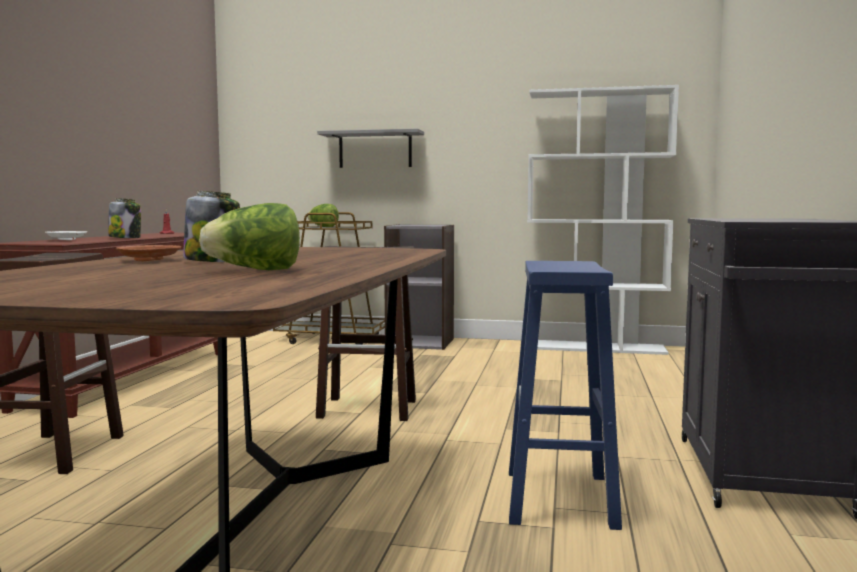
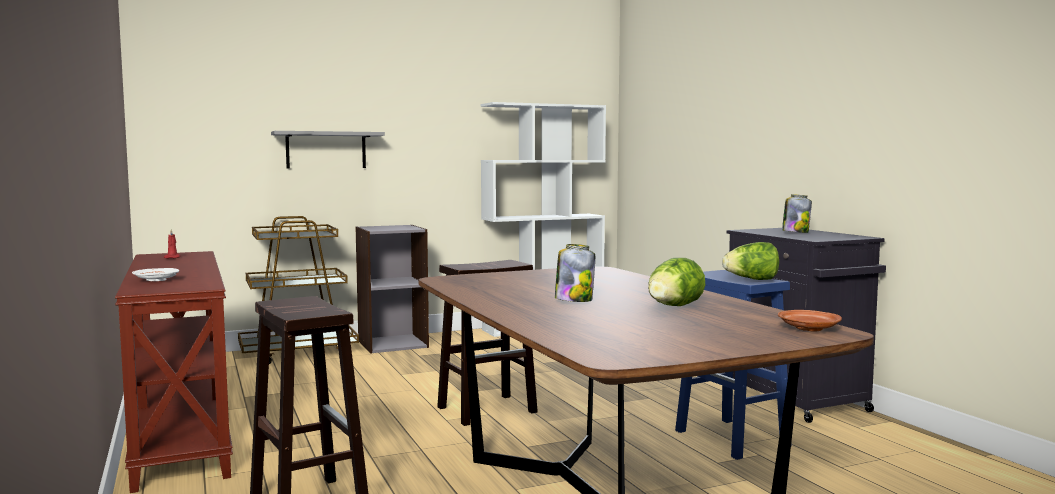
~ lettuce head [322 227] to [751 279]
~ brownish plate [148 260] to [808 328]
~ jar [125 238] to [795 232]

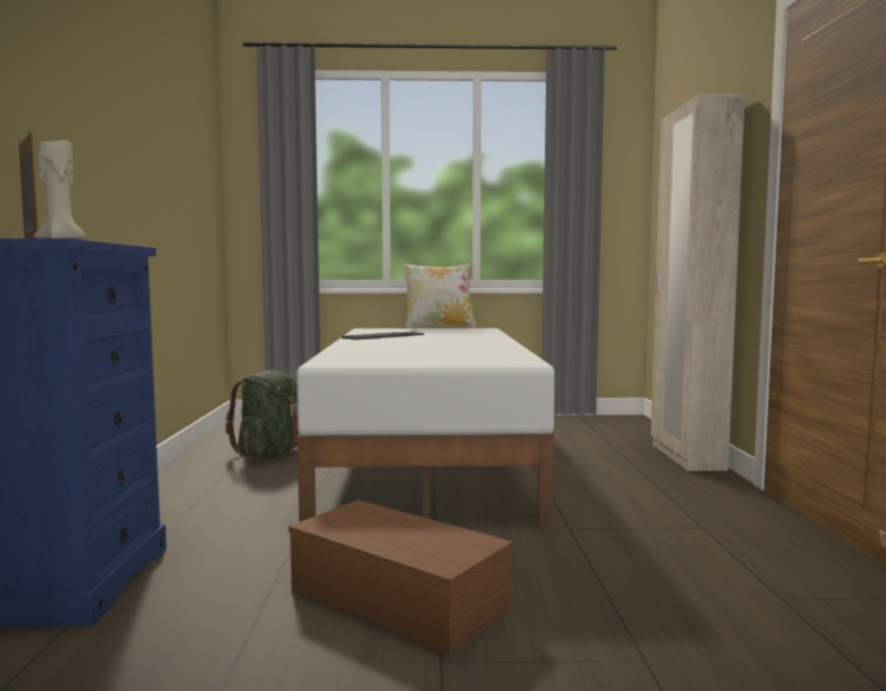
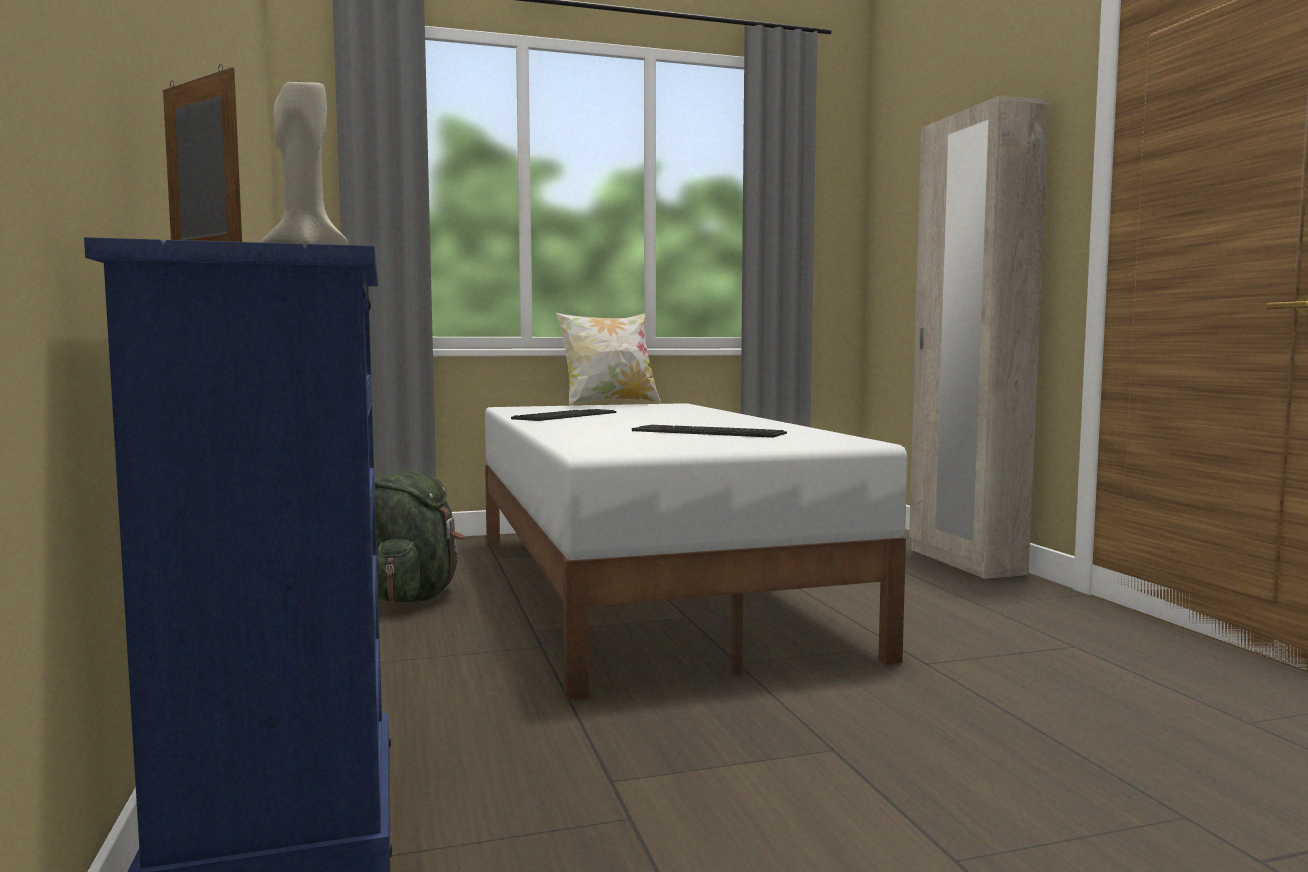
+ keyboard [708 432]
- brownish storage container [393 599]

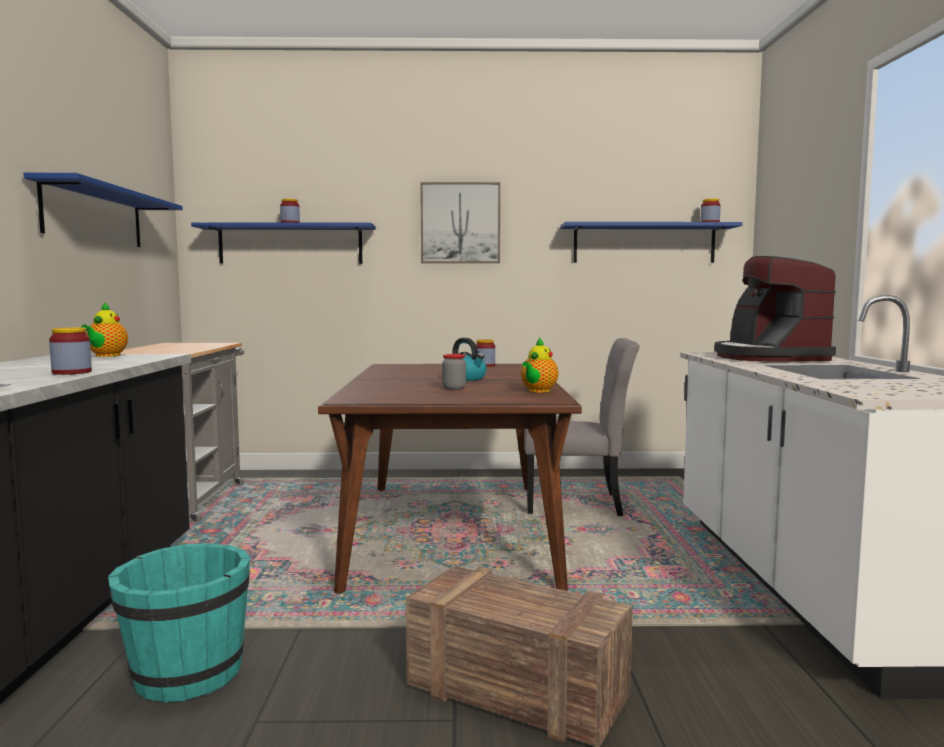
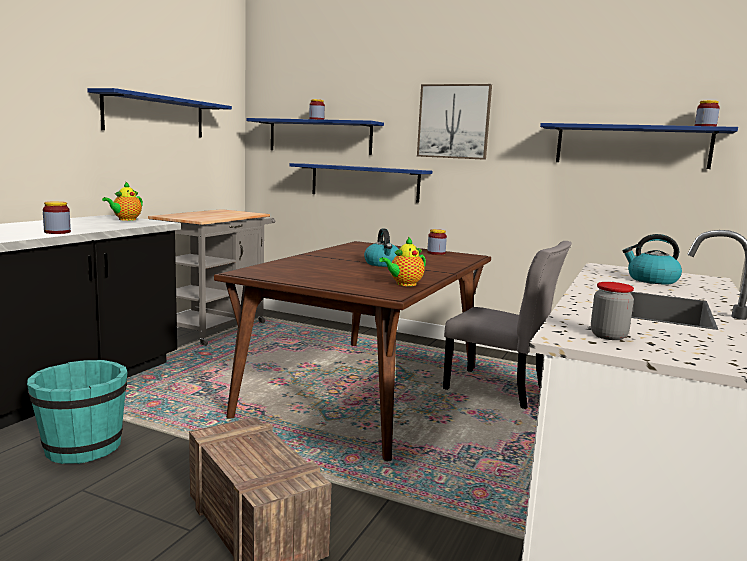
+ bluish shelf [364 182]
~ jar [454 388] to [608 336]
~ coffee machine [768 357] to tea kettle [651 280]

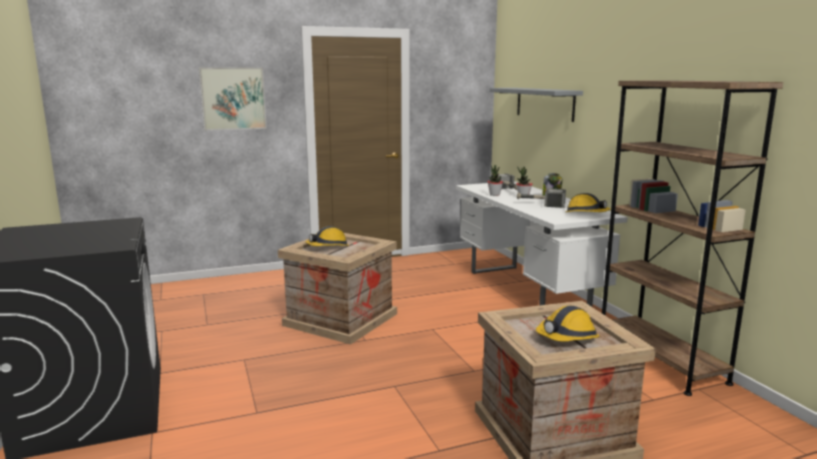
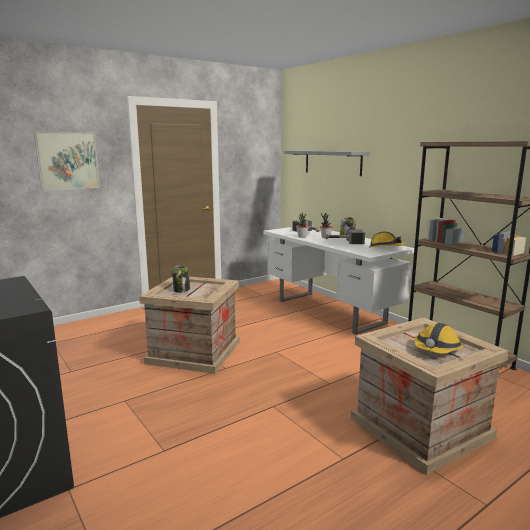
~ hard hat [328 247] to jar [181 290]

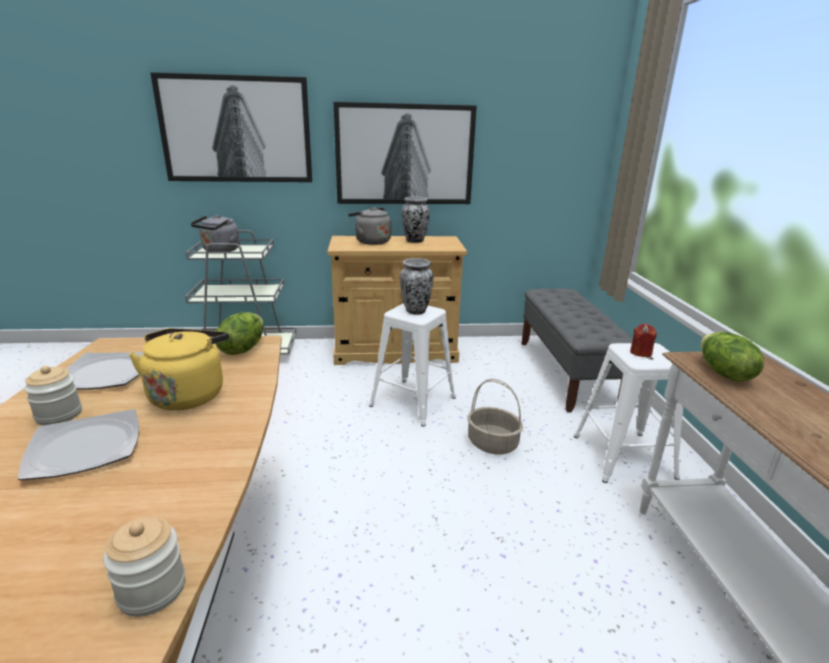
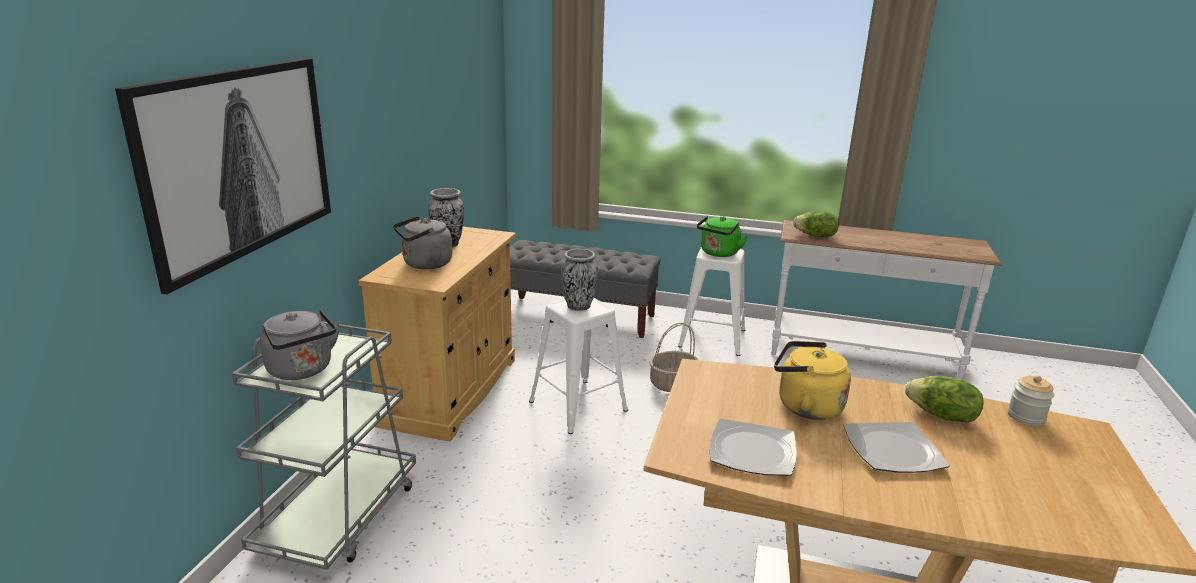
~ red candle [640 352] to green-coloured tea kettle [718 253]
~ lettuce head [242 349] to [942 416]
- jar [59 415]
- picture [405 155]

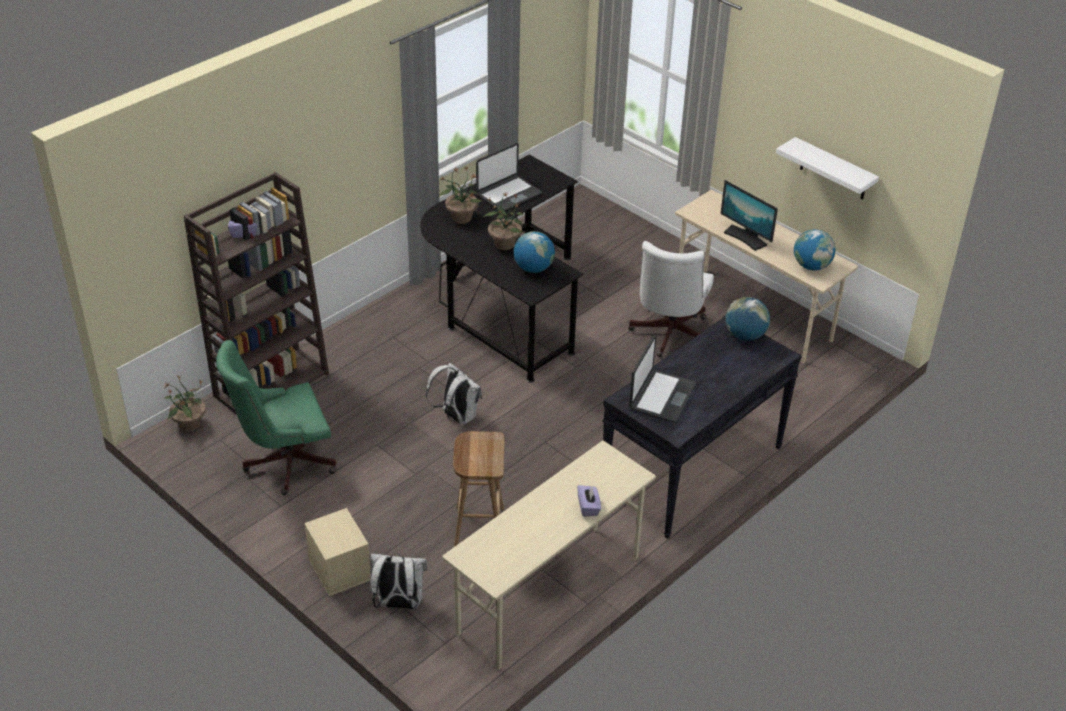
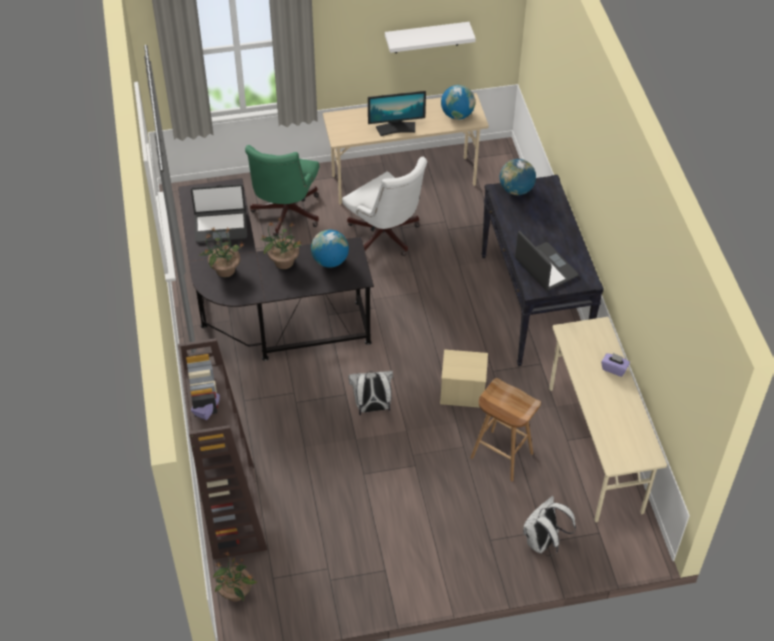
~ notebook computer [508 194] = [220 226] 90 degrees clockwise
~ green-coloured desk chair [284 462] to [285 215]
~ sand-coloured storage container [338 569] to [462 392]

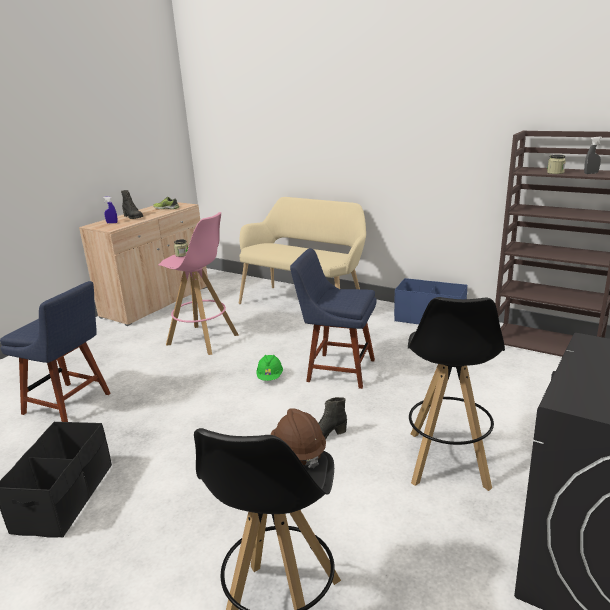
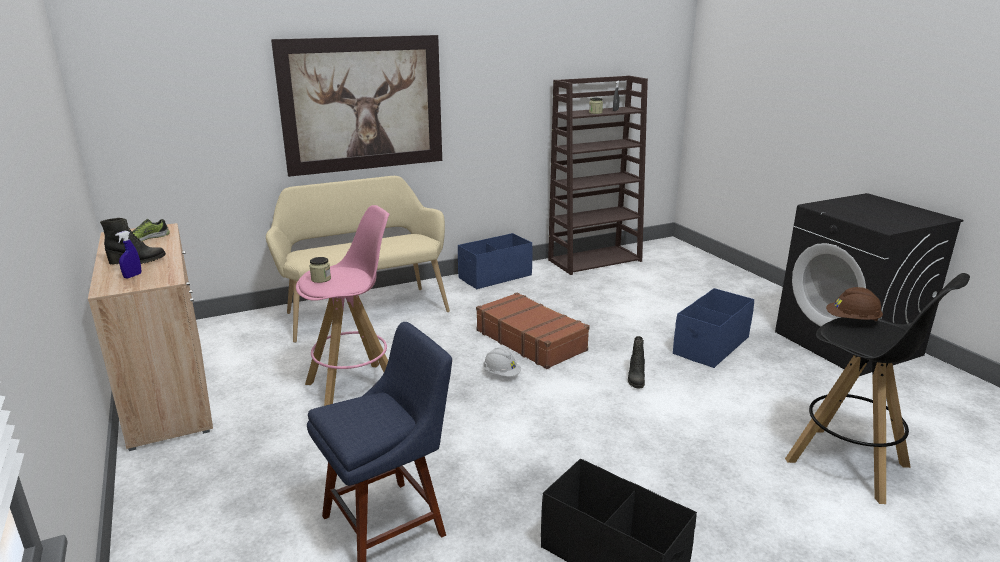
+ picture [363 104]
~ bluish chair [337 370] to brownish suitcase [531 340]
~ green-coloured hard hat [270 377] to white-coloured hard hat [501 374]
~ black-coloured stool seat [448 460] to bluish storage container [710 345]

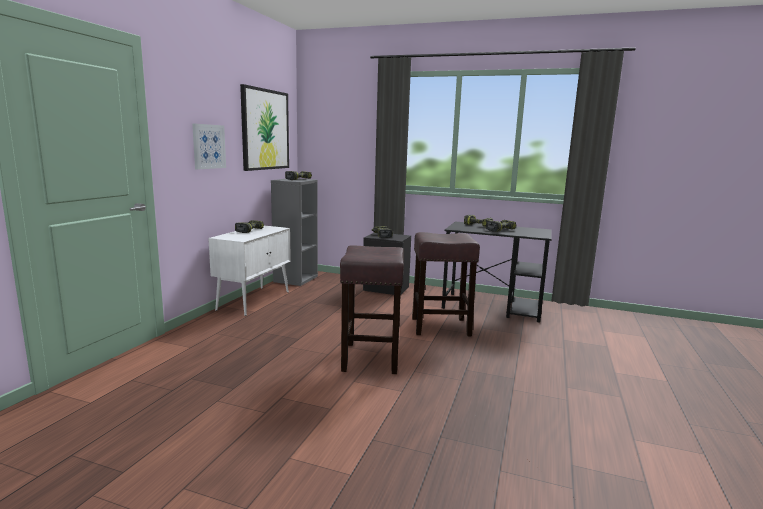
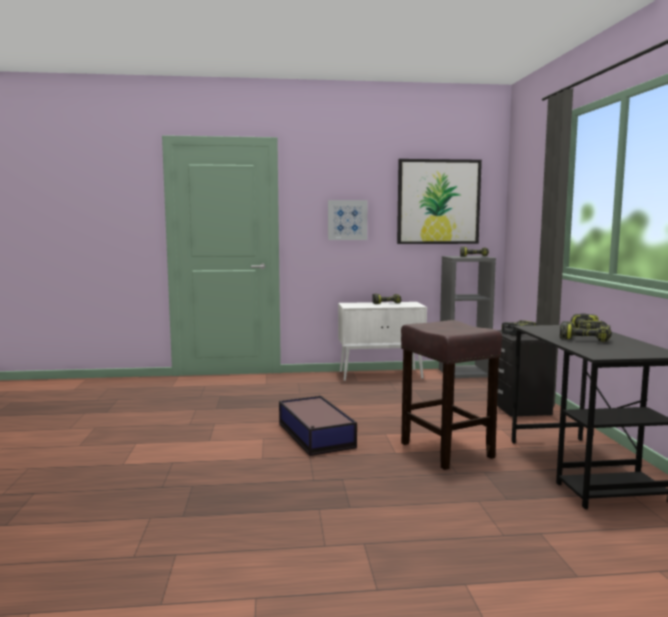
~ brownish stool seat [371 358] to storage container [315 435]

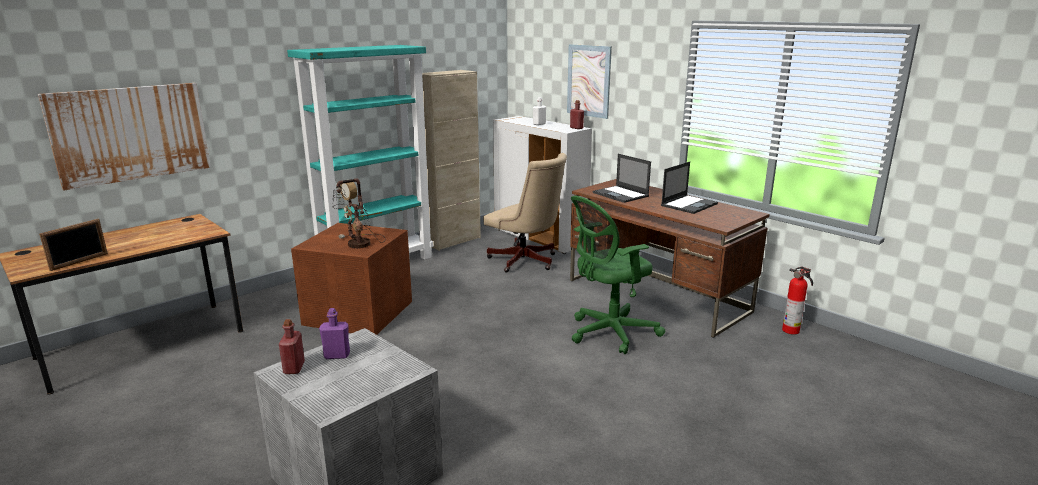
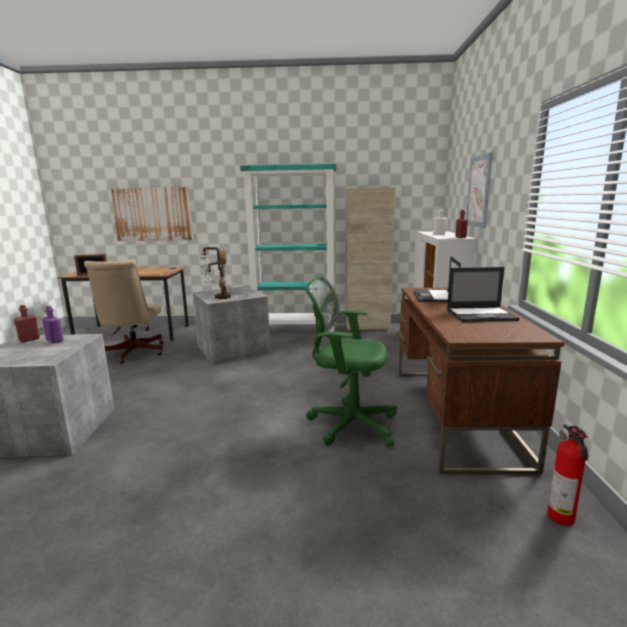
~ sand-coloured desk chair [526 262] to [132 354]
~ brownish storage container [358 312] to grey storage container [233 349]

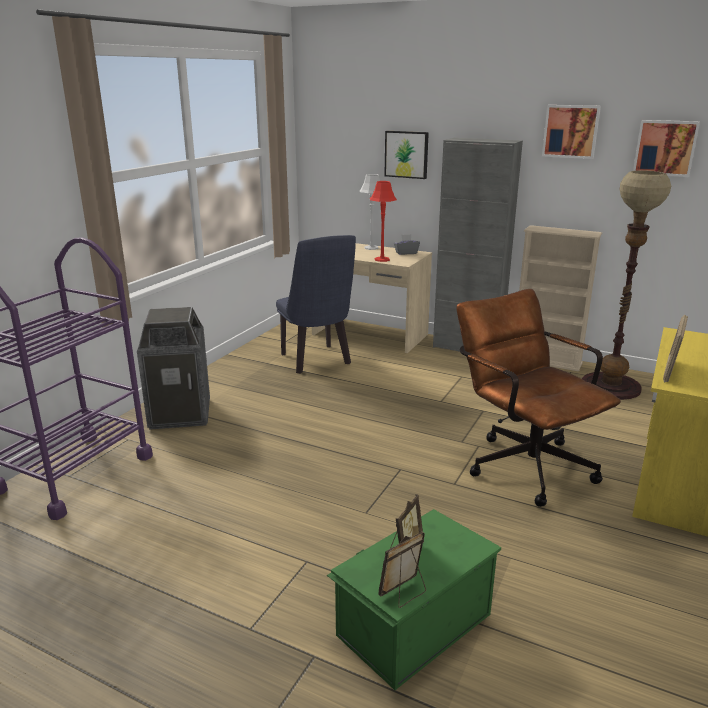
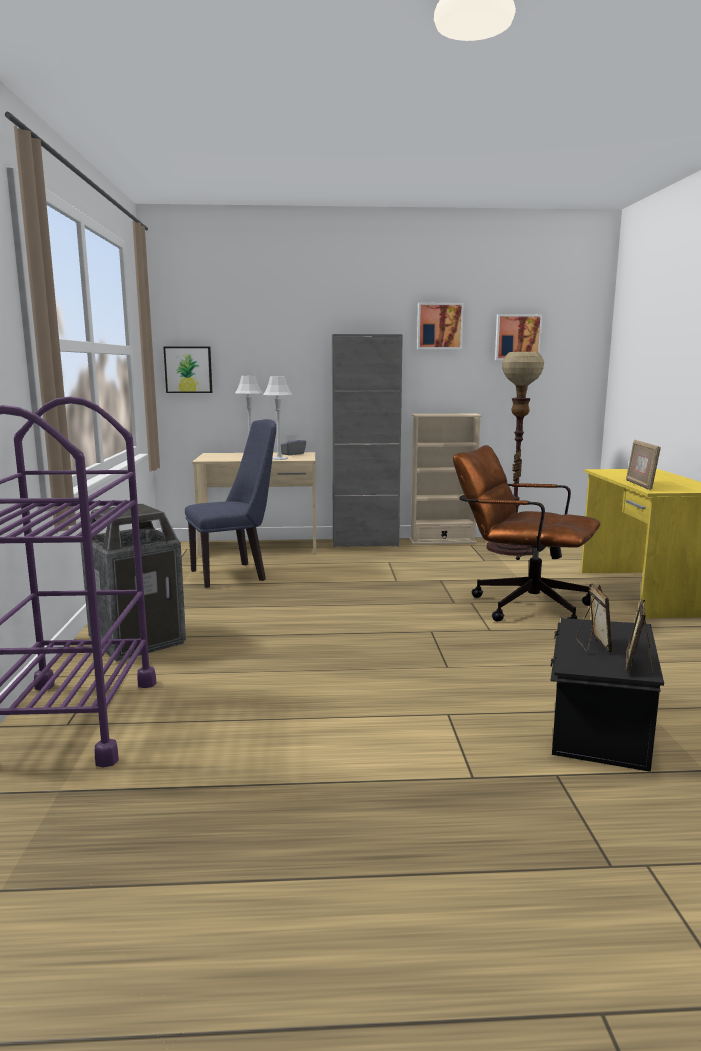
~ picture [406 154] to [188 369]
~ bluish chair [317 361] = [235 574] 60 degrees counterclockwise
~ red tabletop lamp [382 259] to grey tabletop lamp [279 458]
~ green-coloured storage container [412 624] to black-coloured storage container [596 726]

